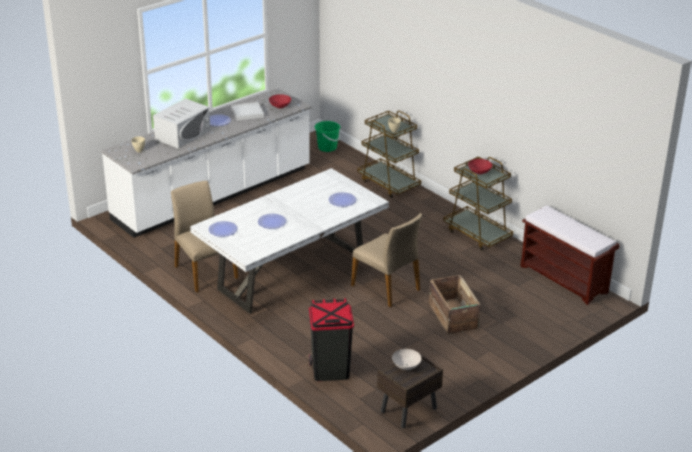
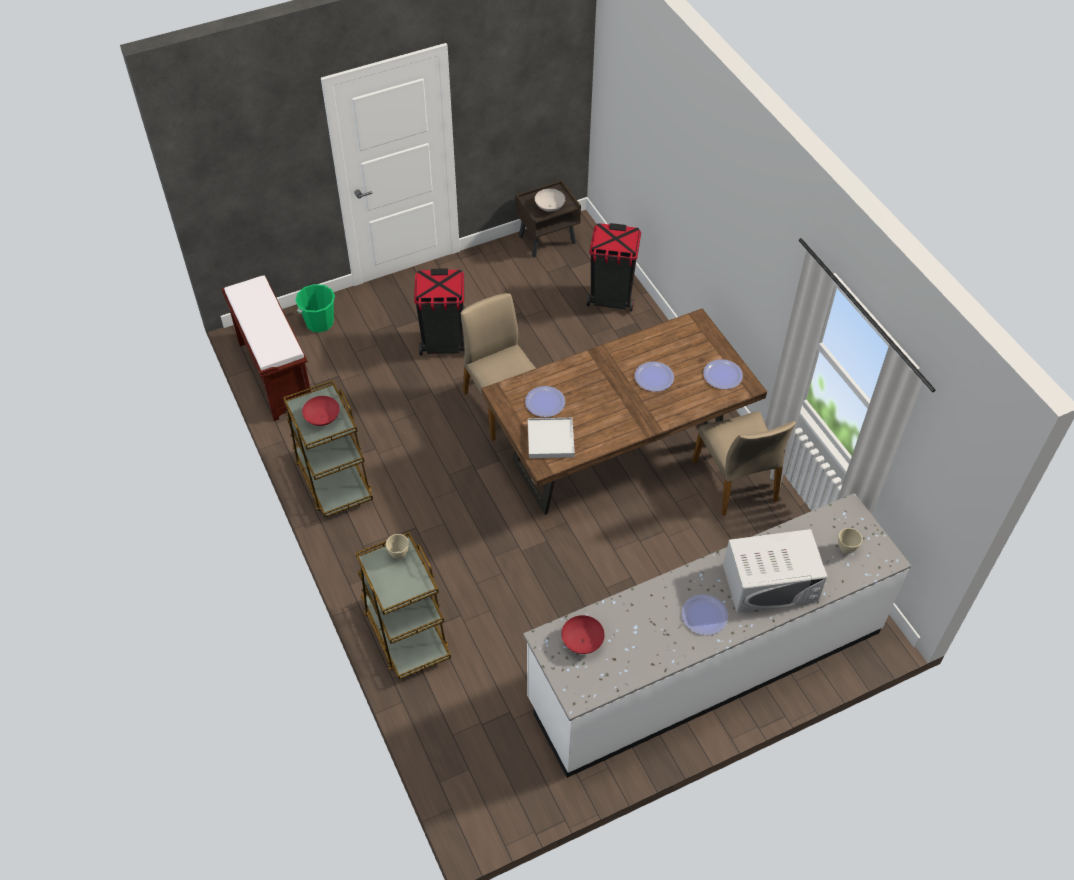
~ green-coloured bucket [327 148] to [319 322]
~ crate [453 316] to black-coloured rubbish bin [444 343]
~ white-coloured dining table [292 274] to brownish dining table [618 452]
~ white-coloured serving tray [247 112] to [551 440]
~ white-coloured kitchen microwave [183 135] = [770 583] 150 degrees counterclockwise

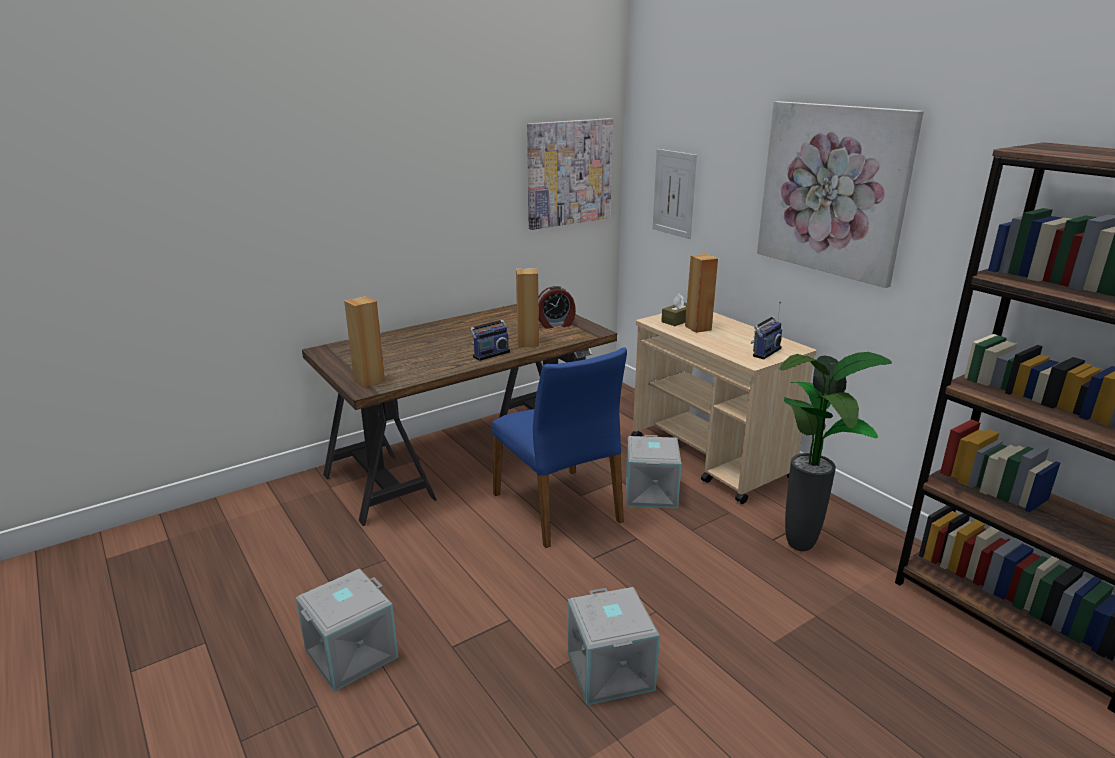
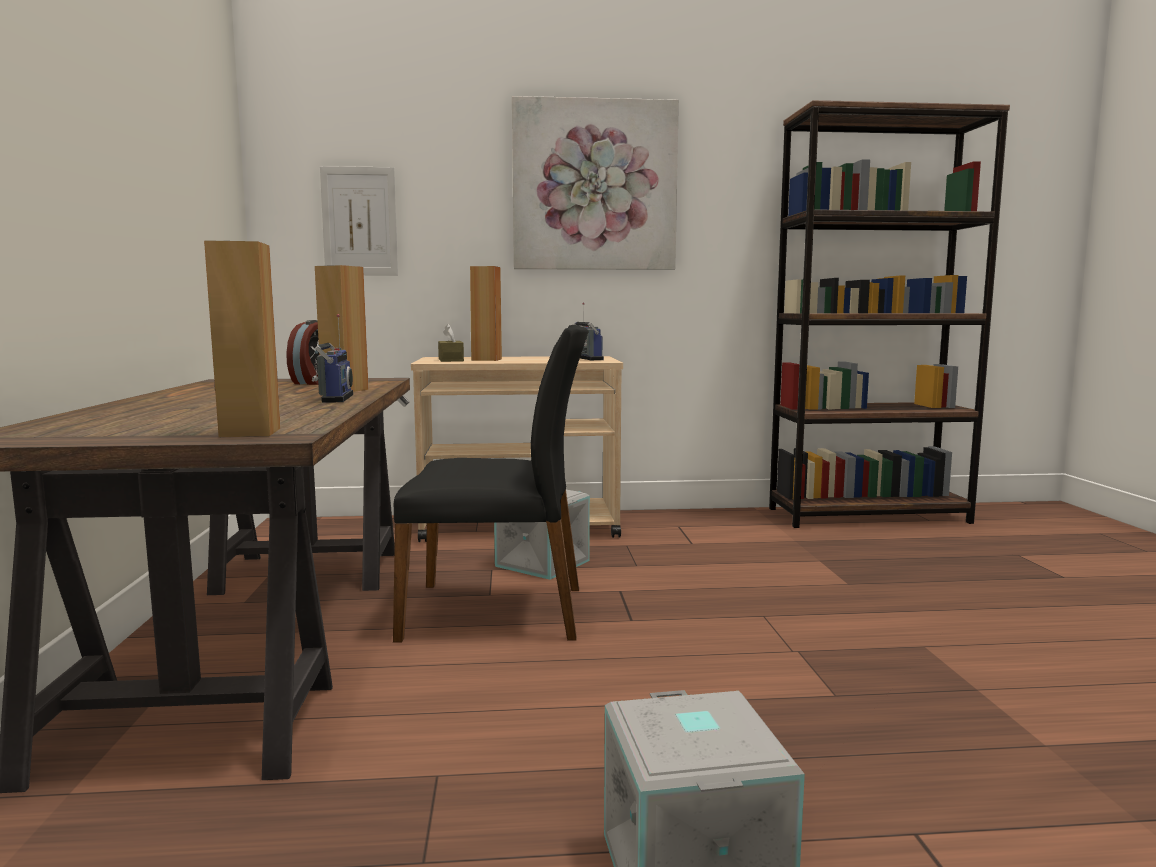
~ bluish chair [559 507] to black-coloured chair [497 611]
- picture [569 173]
- grey storage container [612 671]
- potted plant [802 547]

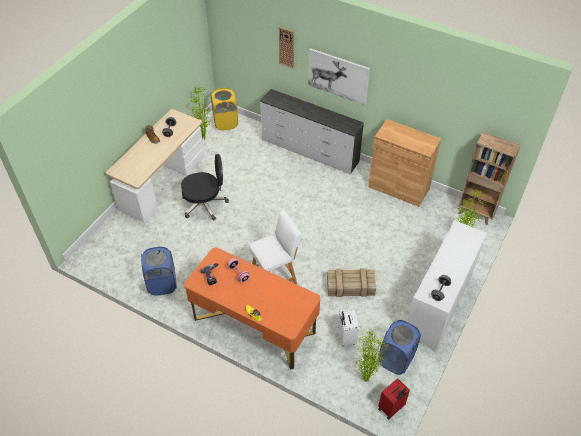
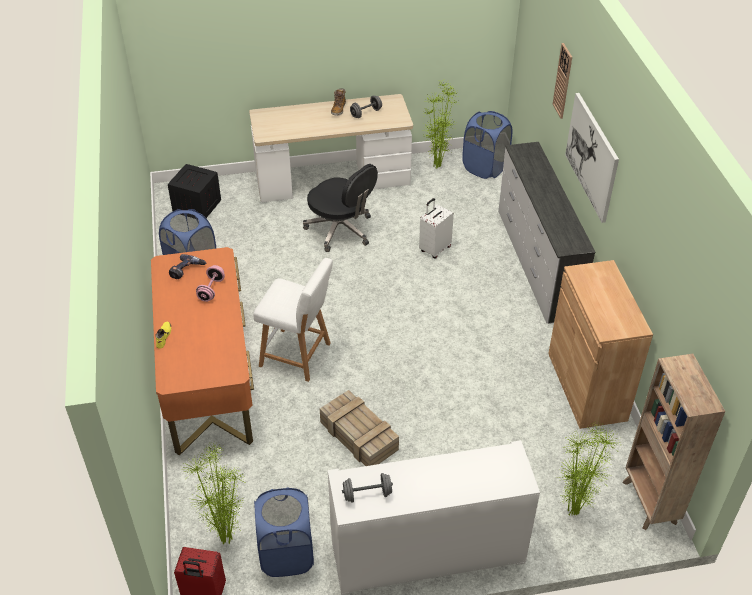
+ crate [197 205]
~ white-coloured suitcase [346 337] to [434 249]
~ yellow-coloured laundry basket [225 123] to bluish laundry basket [485 168]

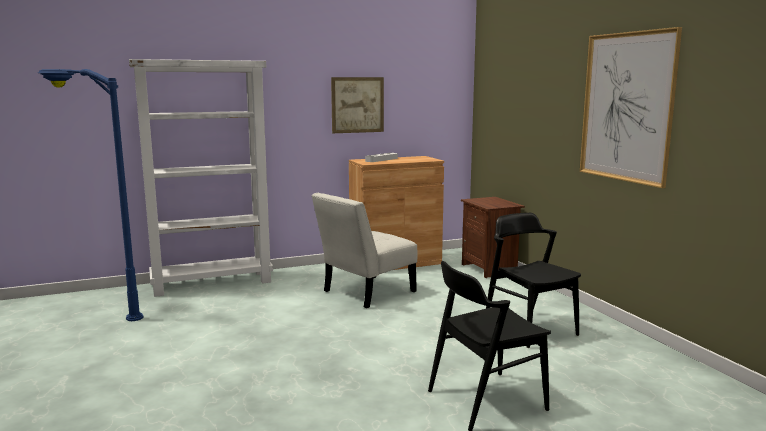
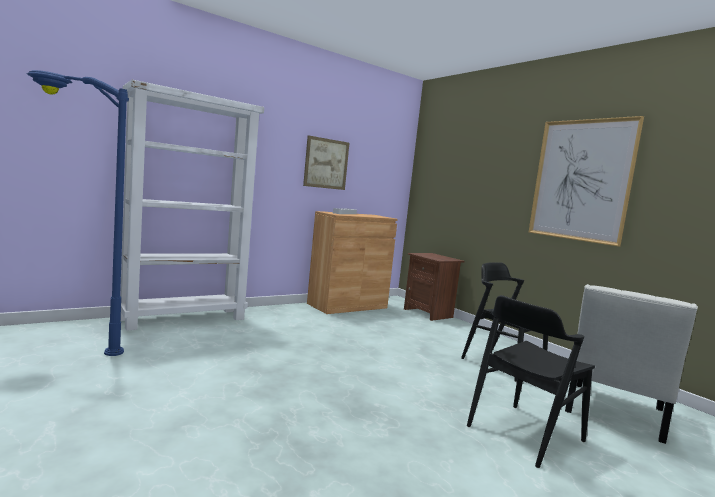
~ white-coloured chair [365 293] to [614 413]

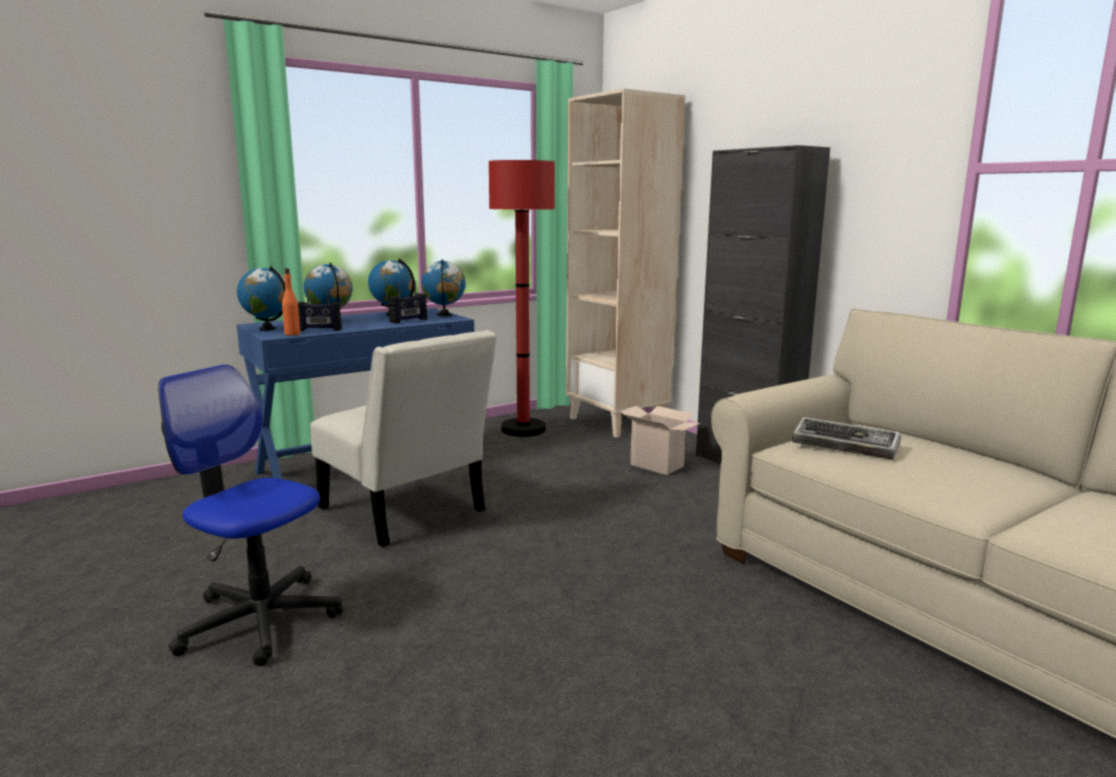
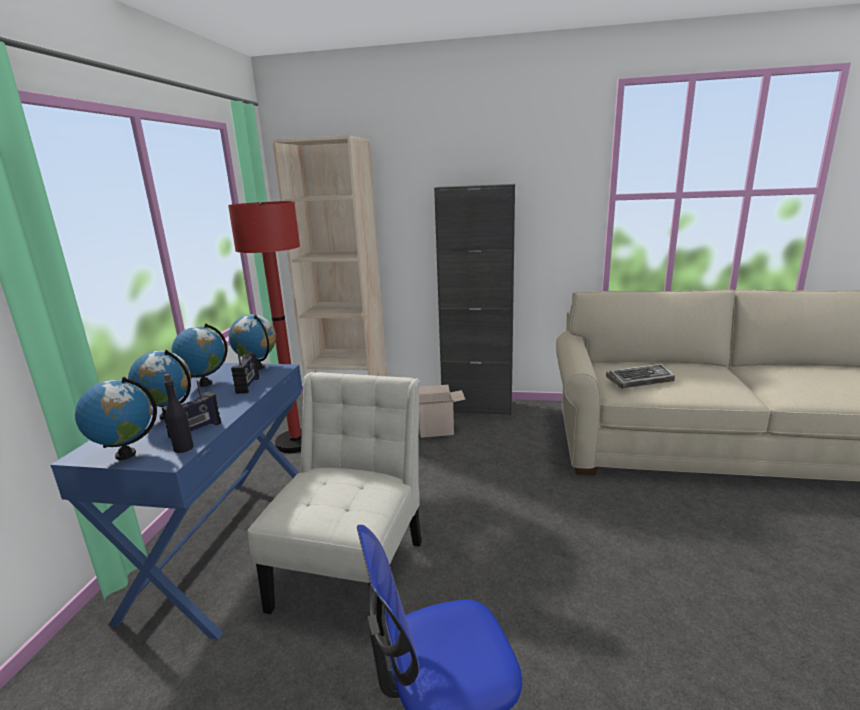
~ orange-coloured bottle [292 334] to black-coloured bottle [183 448]
~ white-coloured chair [406 513] = [353 568] 75 degrees counterclockwise

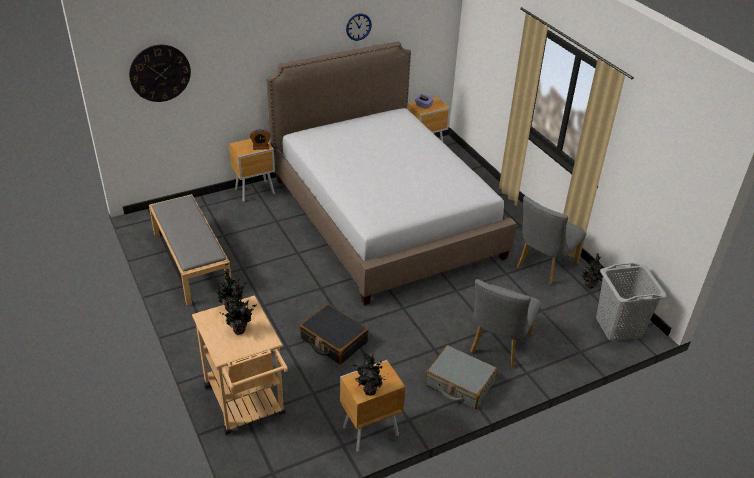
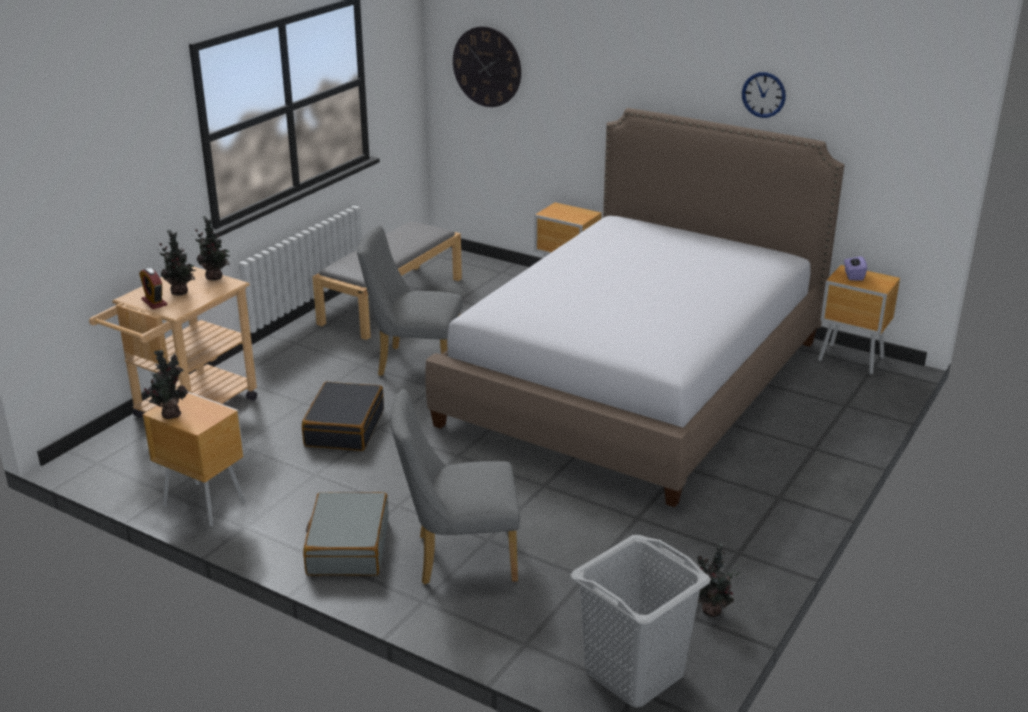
~ bedside clock [260 147] to [154 302]
~ grey chair [543 267] to [413 364]

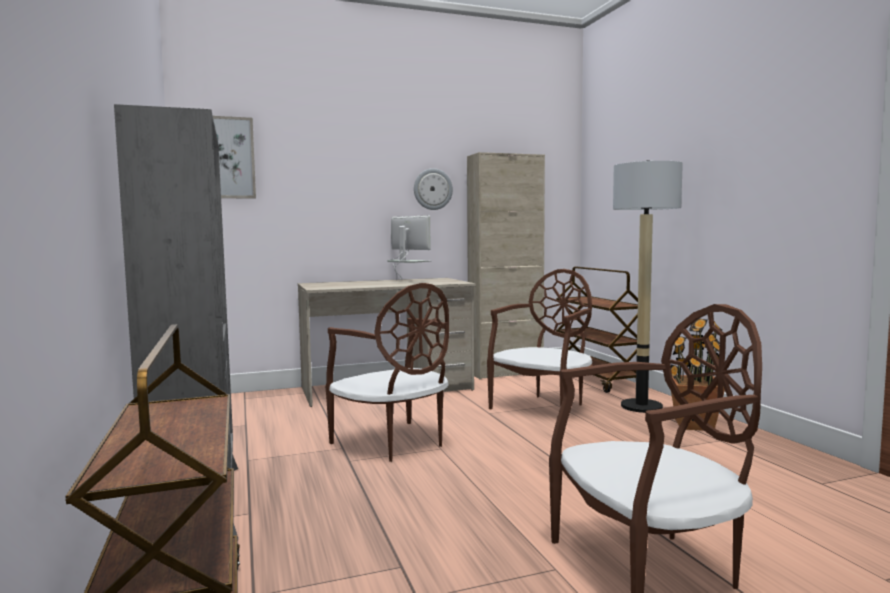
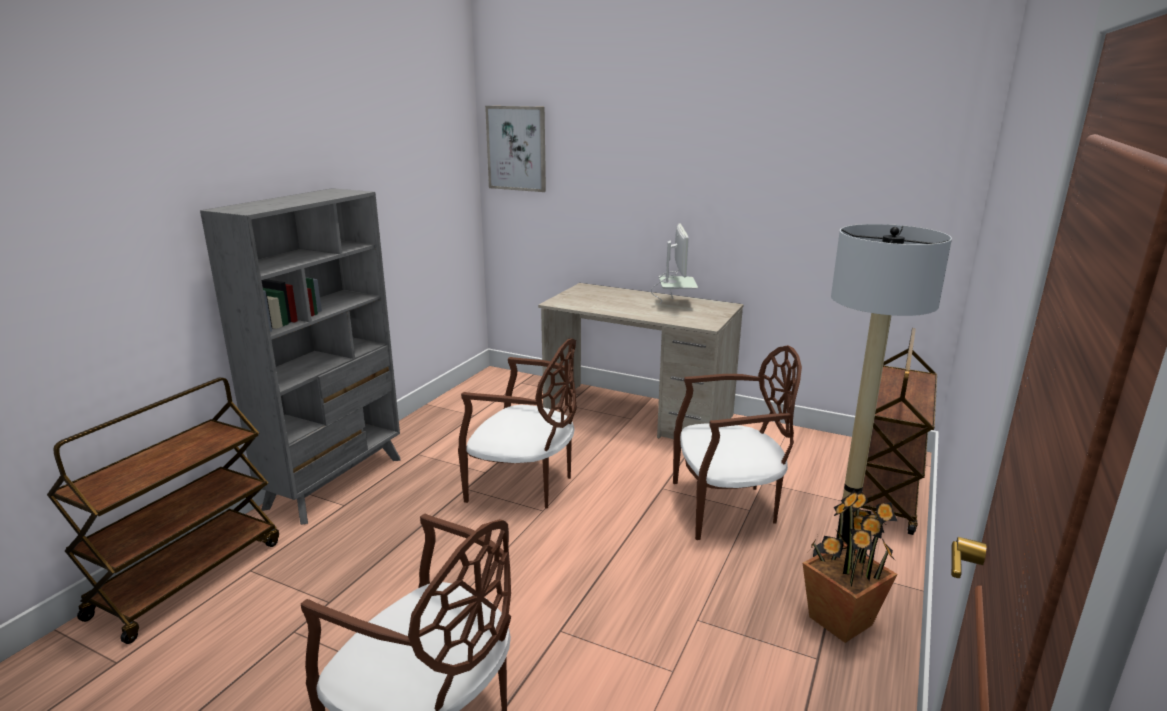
~ brownish chair [393 443] = [524 485] 75 degrees counterclockwise
- wall clock [432 189]
- sand-coloured cupboard [505 373]

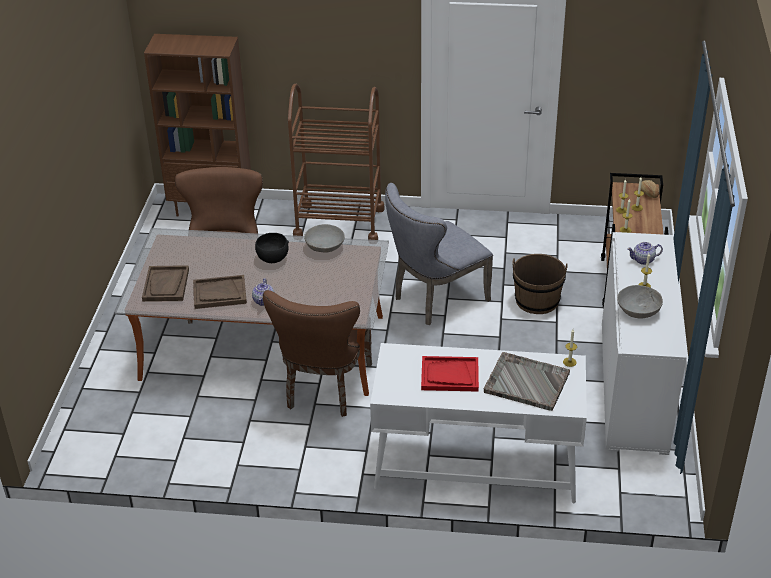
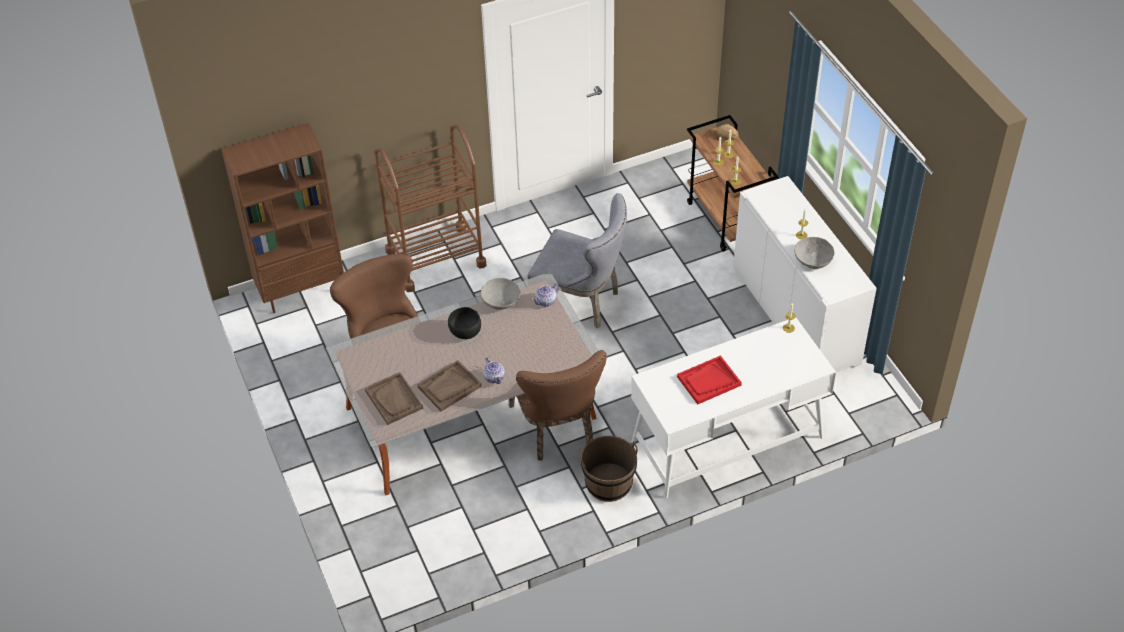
~ grey chair [435 299] = [581 301] 90 degrees counterclockwise
~ teapot [643 260] to [546 301]
~ brownish bucket [537 301] to [608 483]
- grey serving tray [526 382]

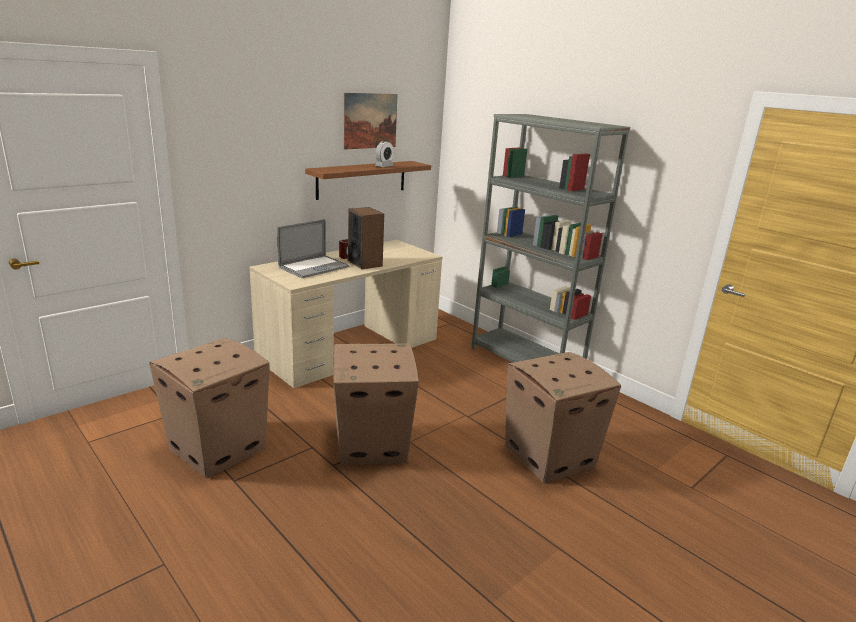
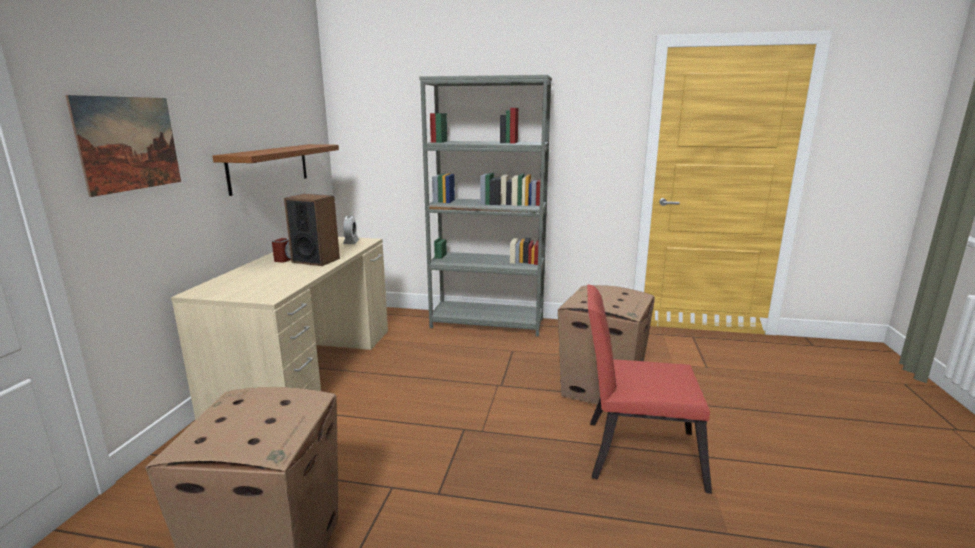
~ picture [370 121] to [129 143]
~ bedside clock [384 166] to [351 242]
+ red chair [634 452]
- notebook computer [314 267]
- packing box [370 444]

